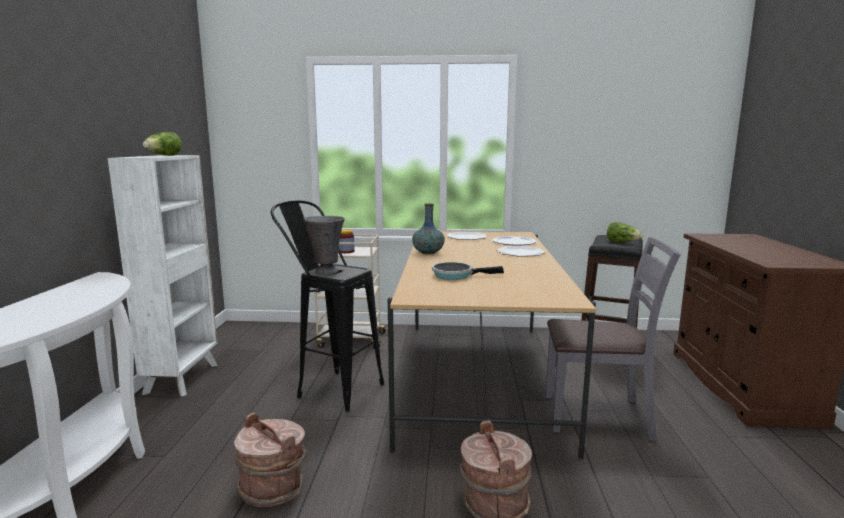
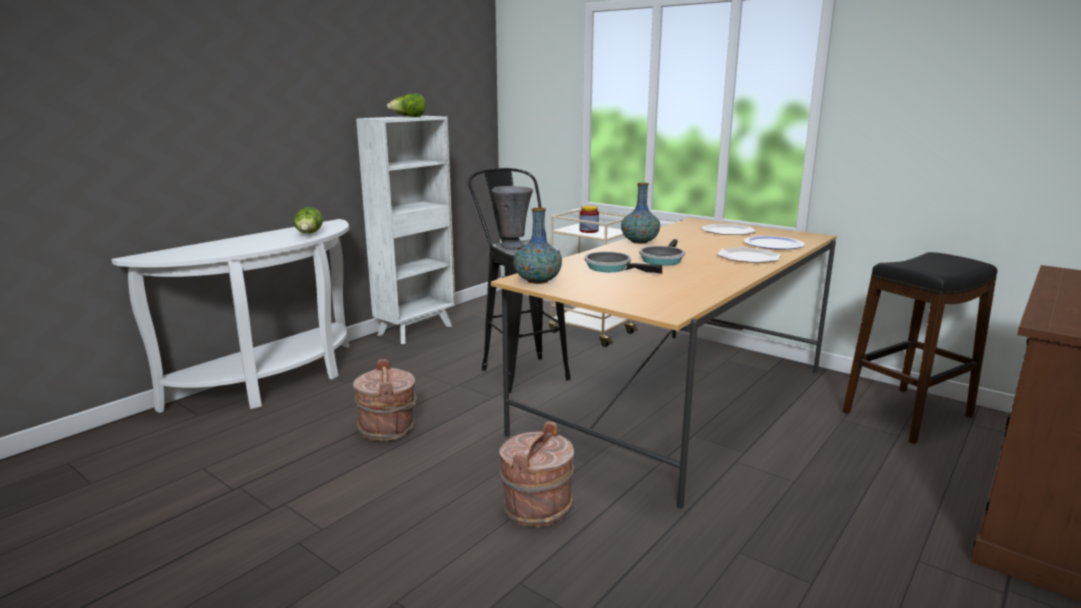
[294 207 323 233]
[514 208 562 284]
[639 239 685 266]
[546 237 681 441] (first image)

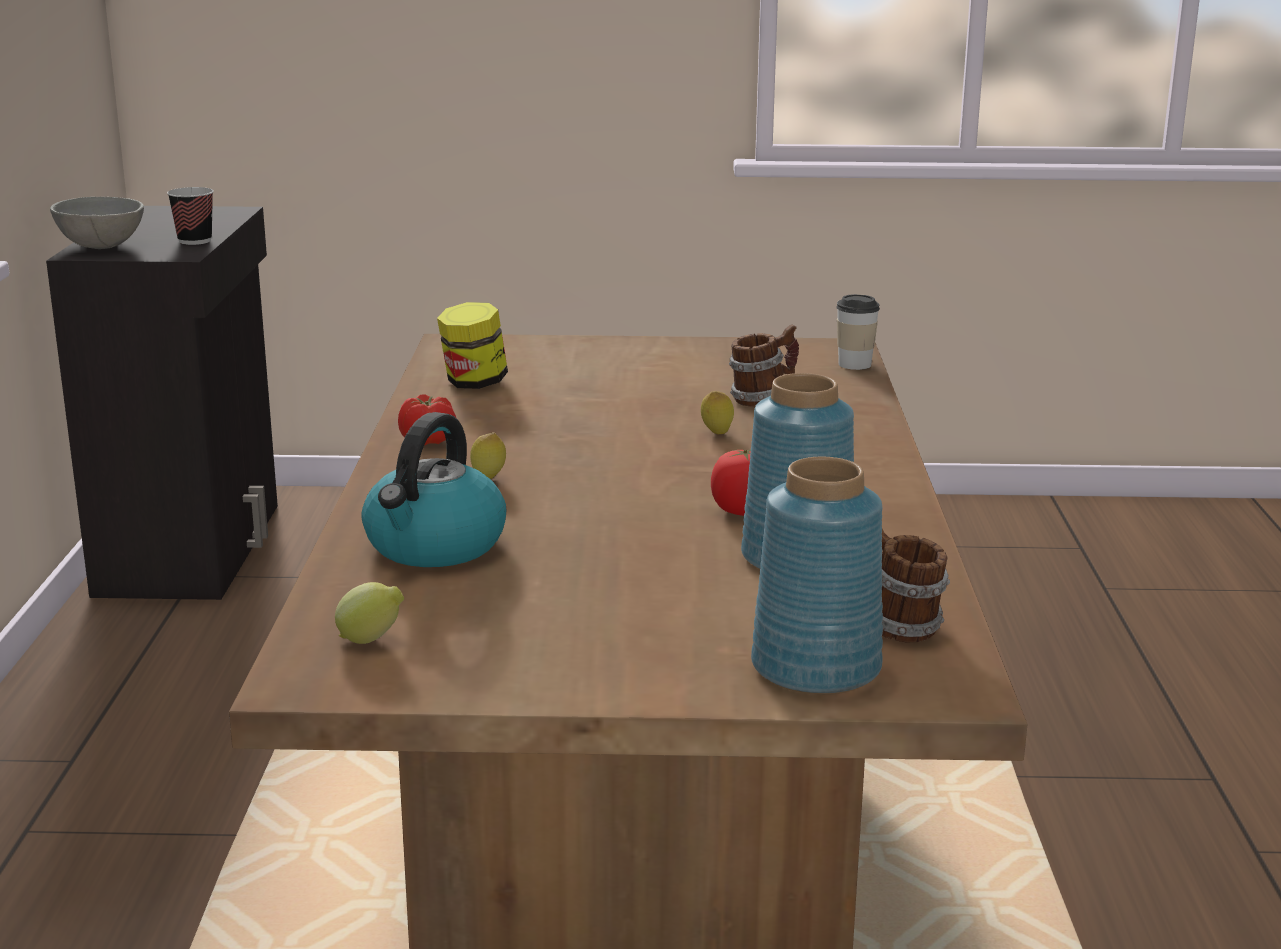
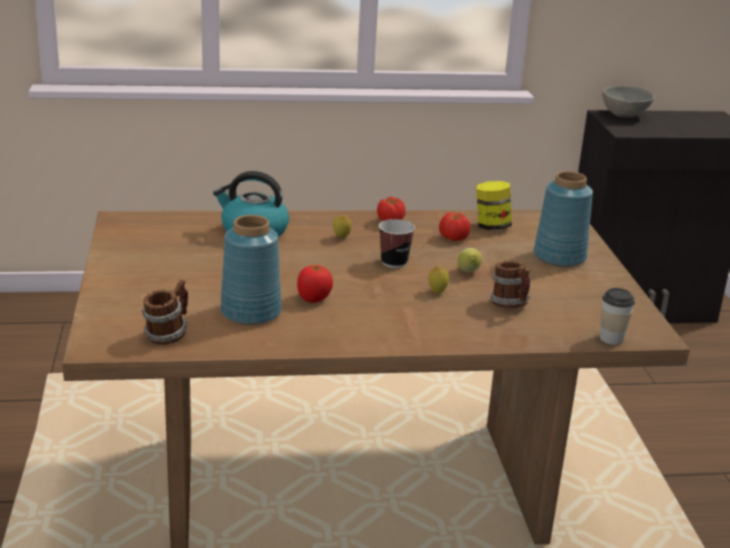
[379 219 415 268]
[439 212 471 241]
[457 248 482 272]
[534 171 593 267]

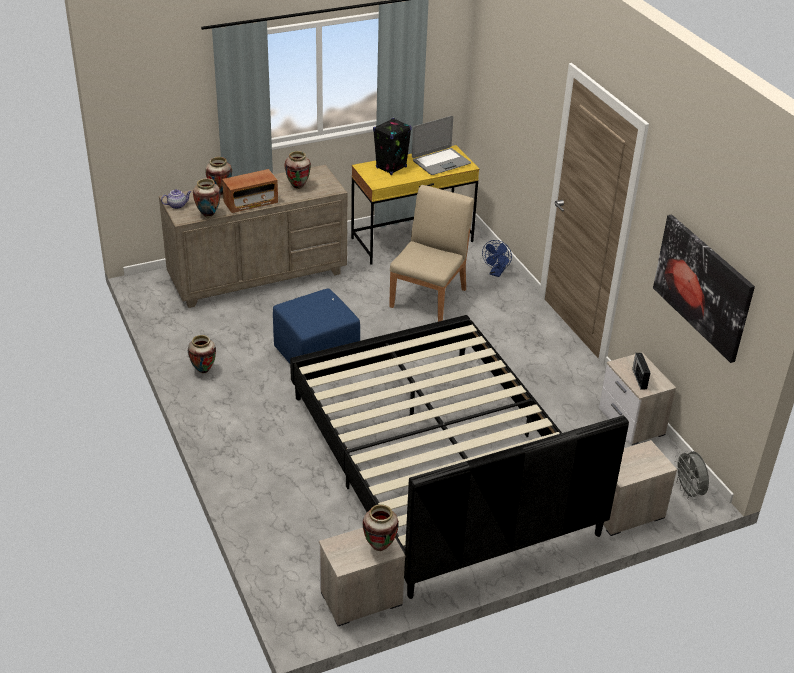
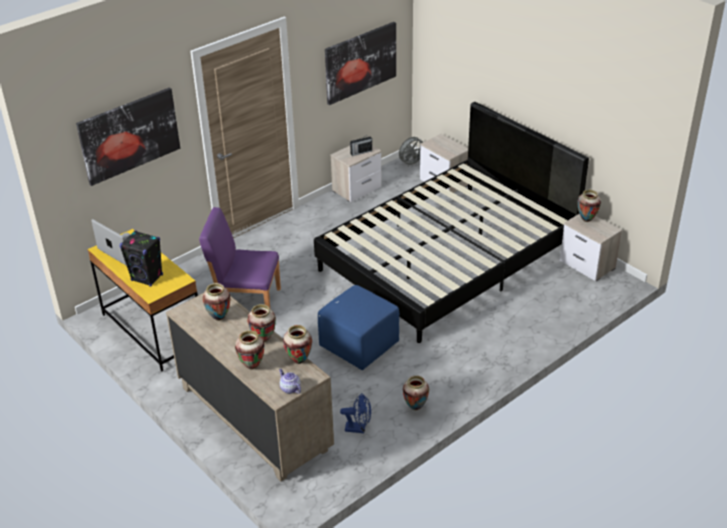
[76 88 180 186]
[199 207 281 309]
[247 304 276 342]
[340 393 371 433]

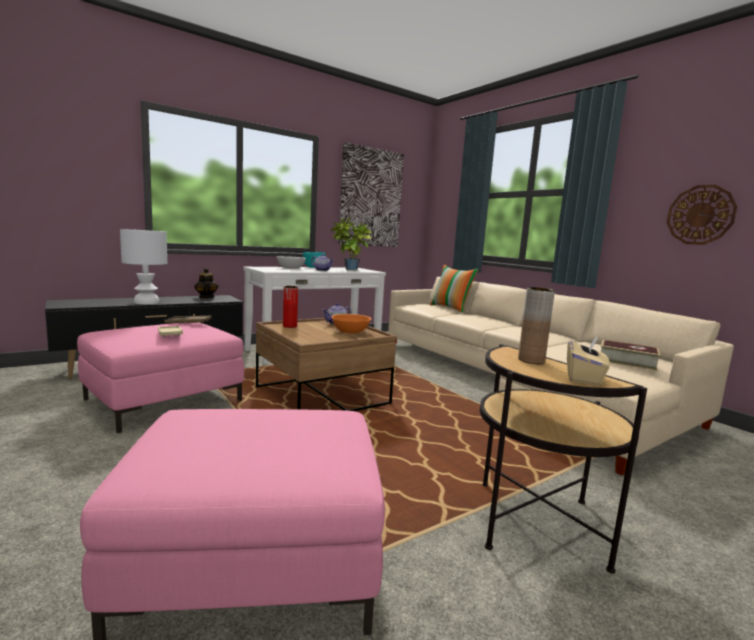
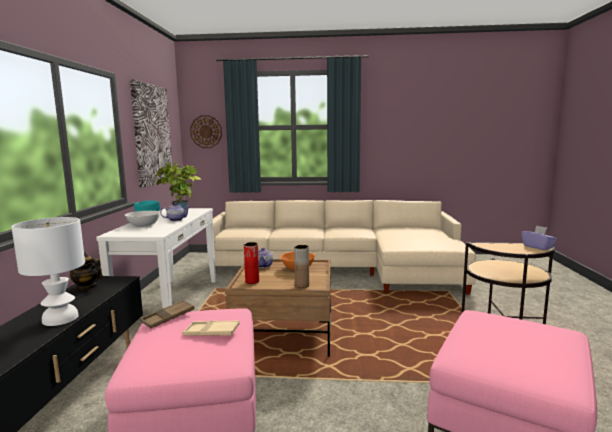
[190 115 222 148]
[294 245 309 288]
[522 225 557 250]
[430 265 478 313] (first image)
[601 340 660 371] (first image)

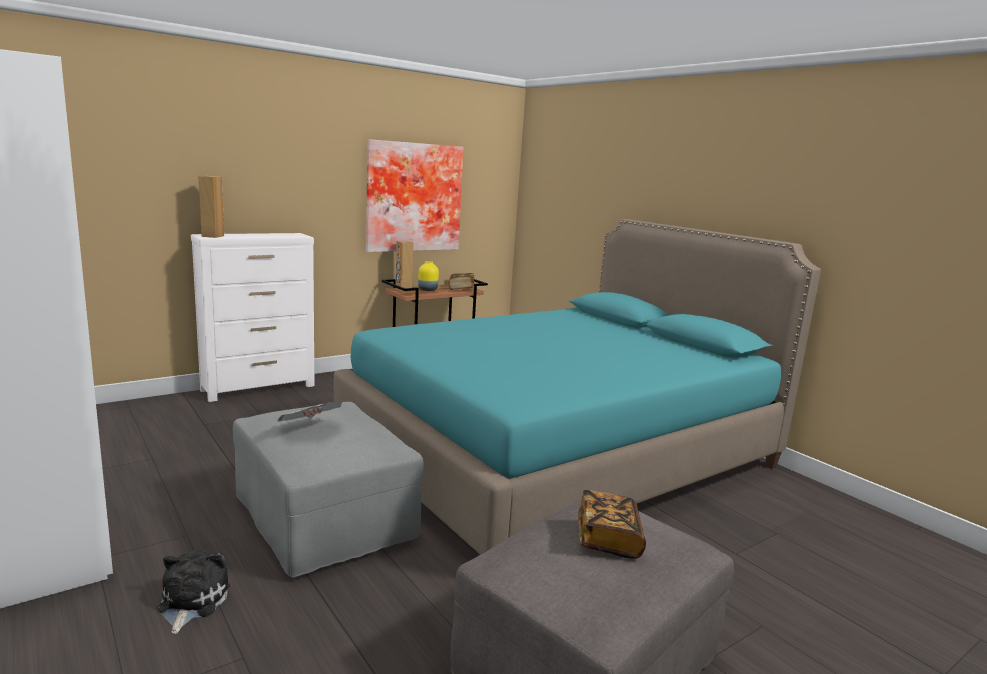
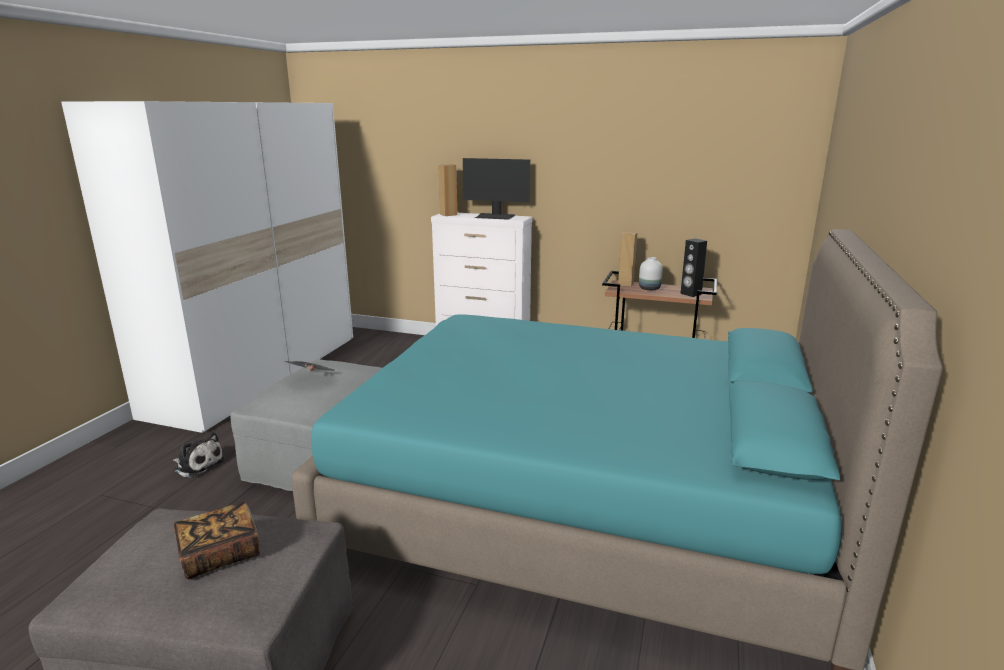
[173 432 225 478]
[463 158 530 220]
[639 257 663 290]
[680 238 707 297]
[366 139 464 252] (first image)

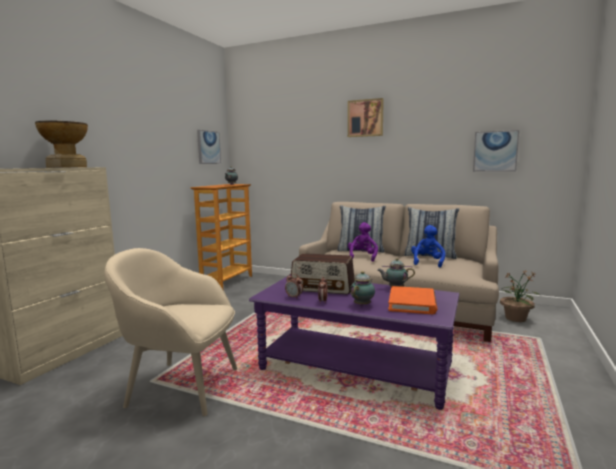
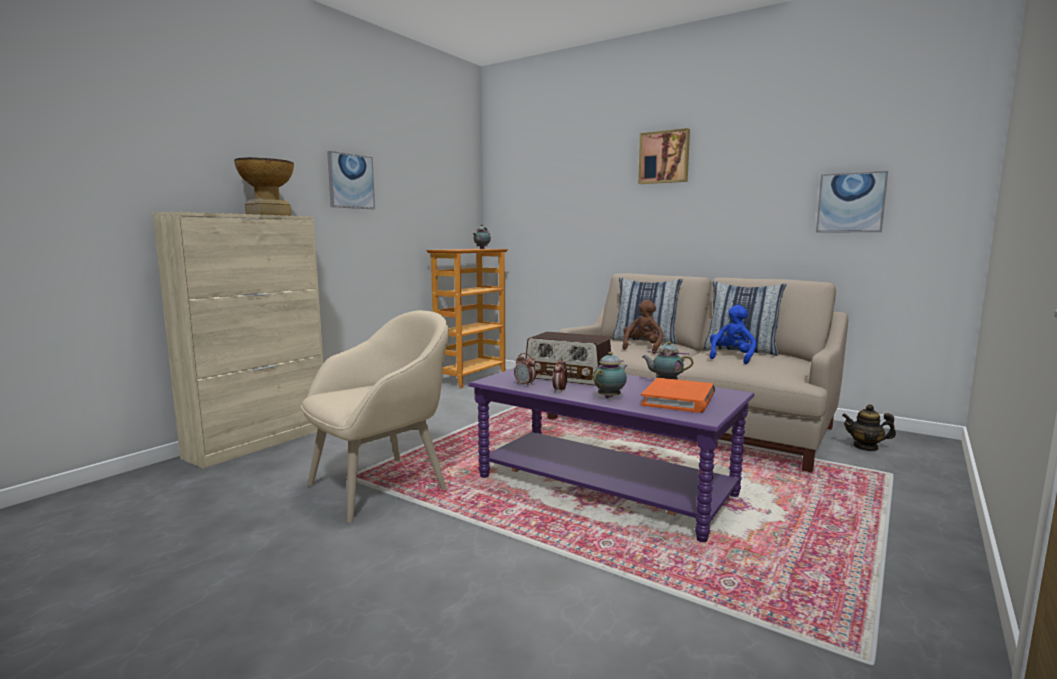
[301 310 449 523]
[327 151 375 209]
[622 300 664 354]
[842 404 896 451]

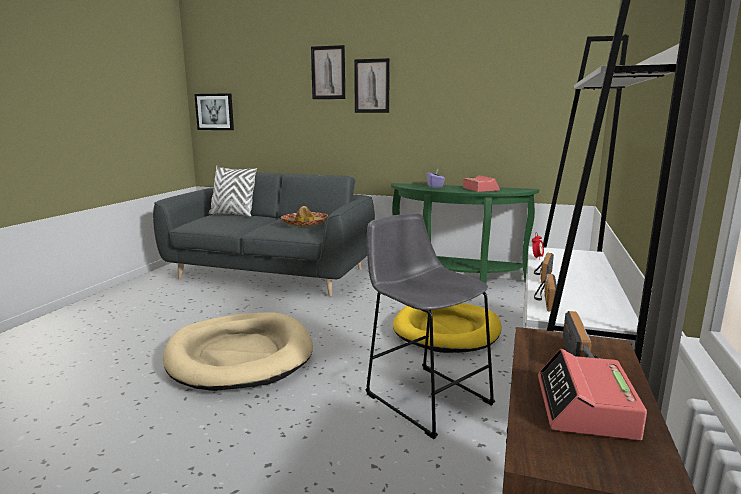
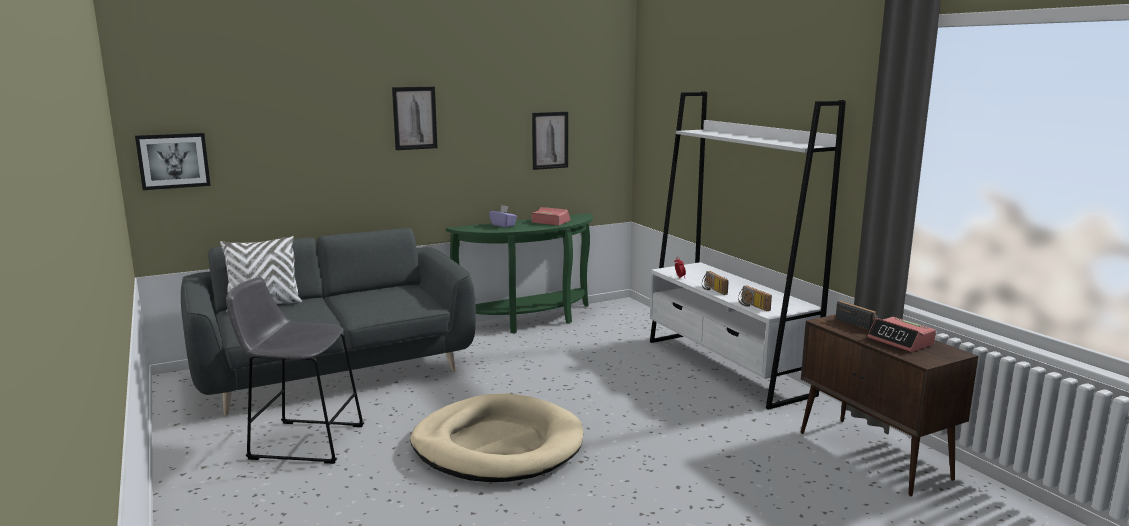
[226 277 364 464]
[532 112 568 170]
[280 206 328 227] (first image)
[393 303 501 353] (first image)

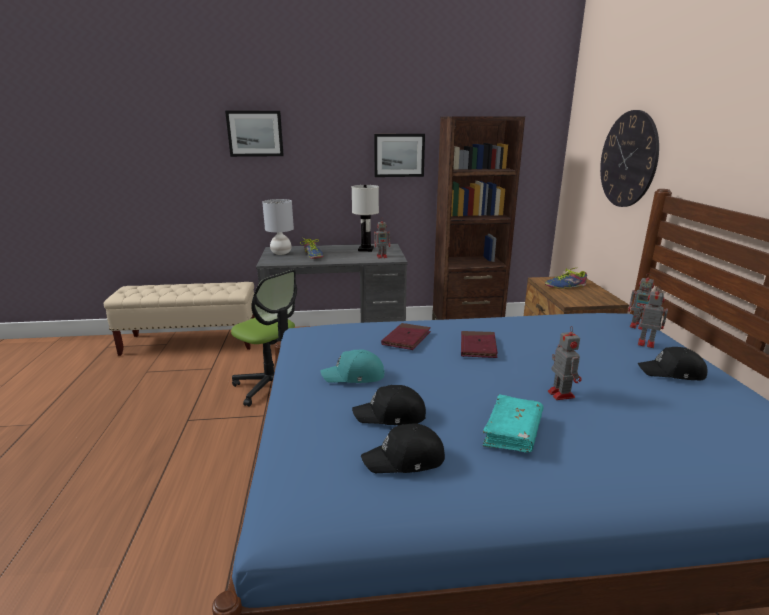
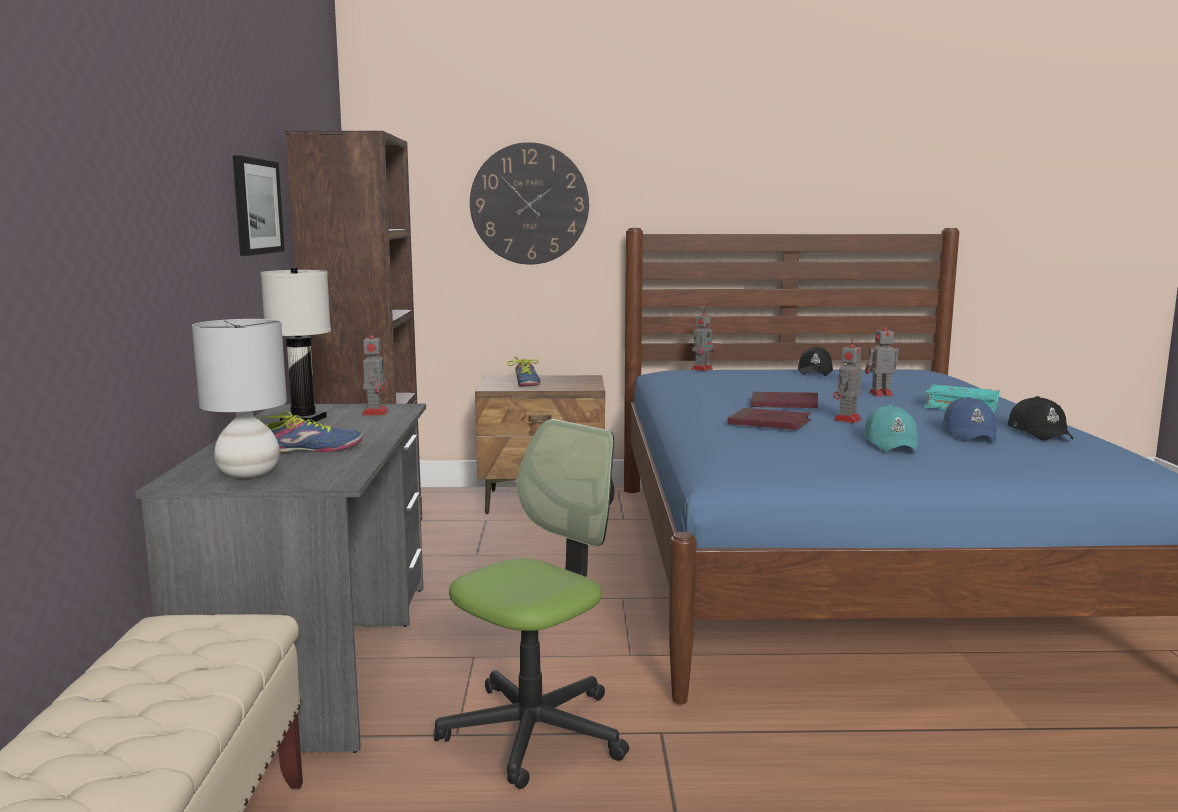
[833 337 862 423]
[942 397 997 441]
[225 111 284 157] (first image)

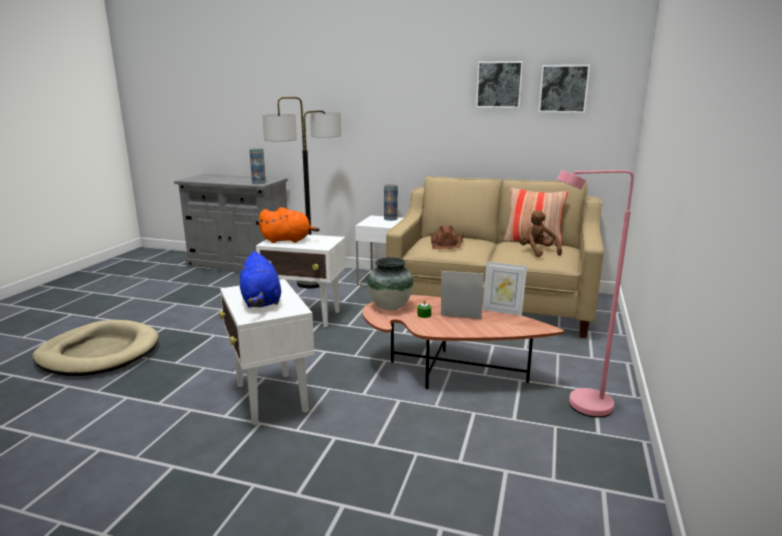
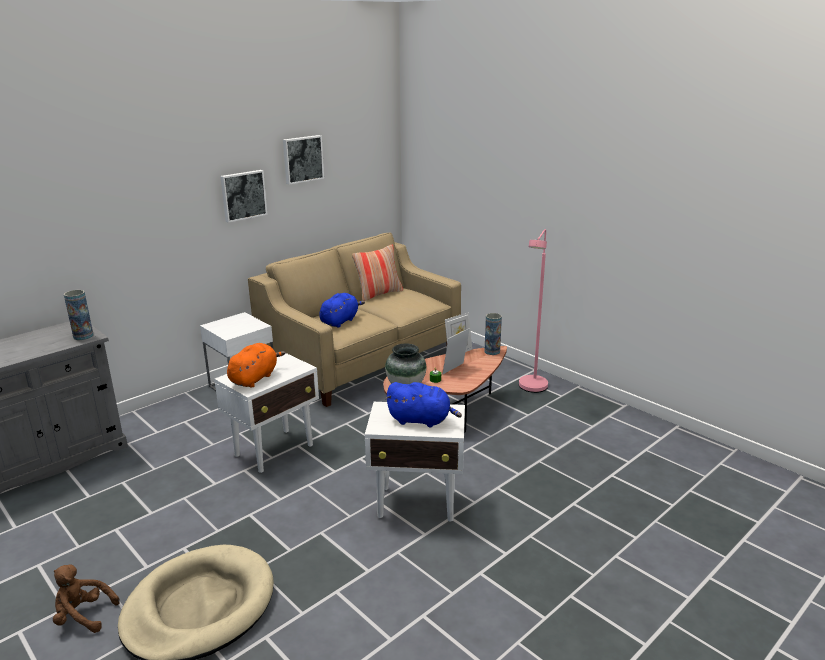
[53 565 120 633]
[220 170 268 223]
[319 293 365 328]
[484 313 502 355]
[262 97 341 289] (first image)

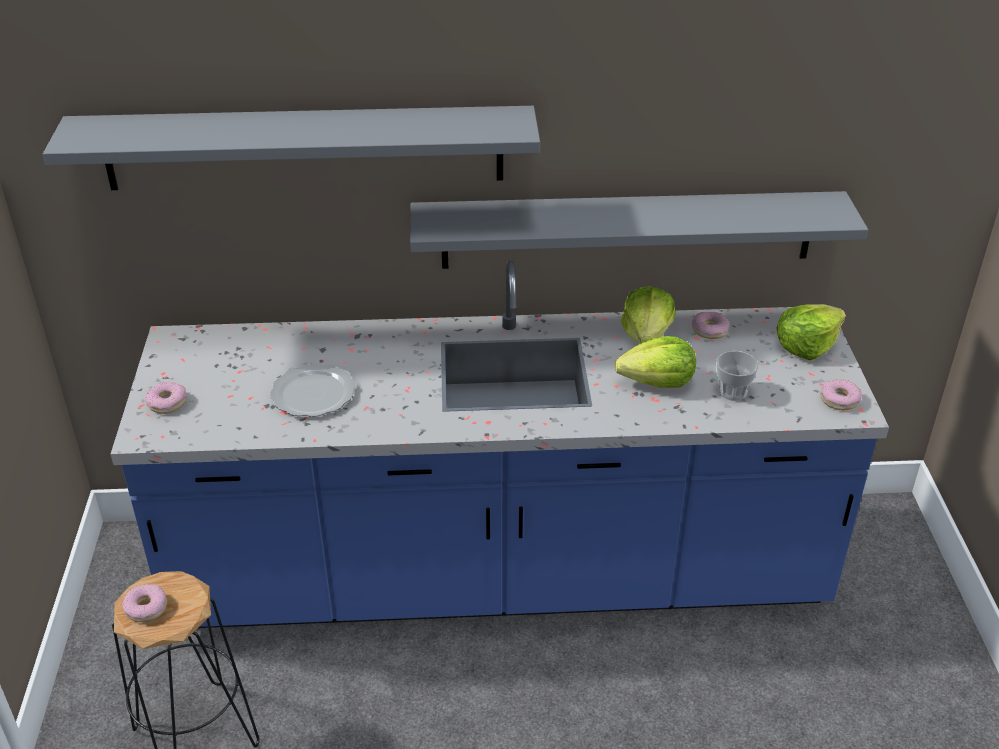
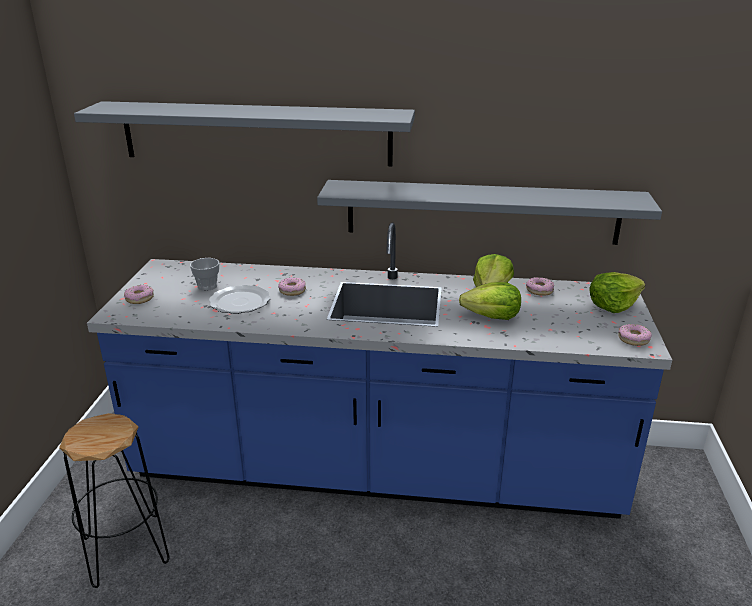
[190 258 219 291]
[278 278 306 296]

